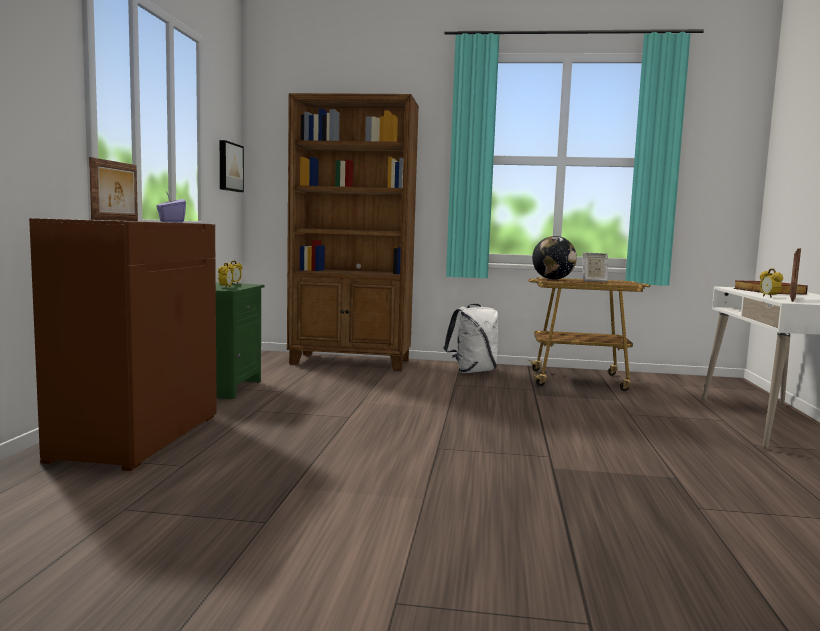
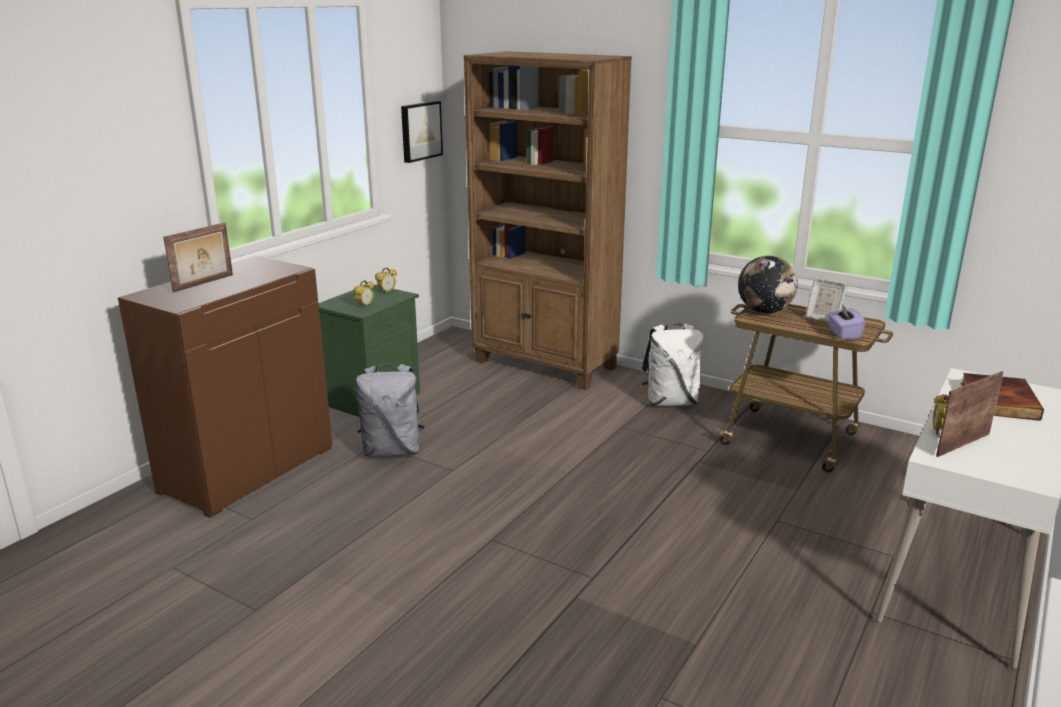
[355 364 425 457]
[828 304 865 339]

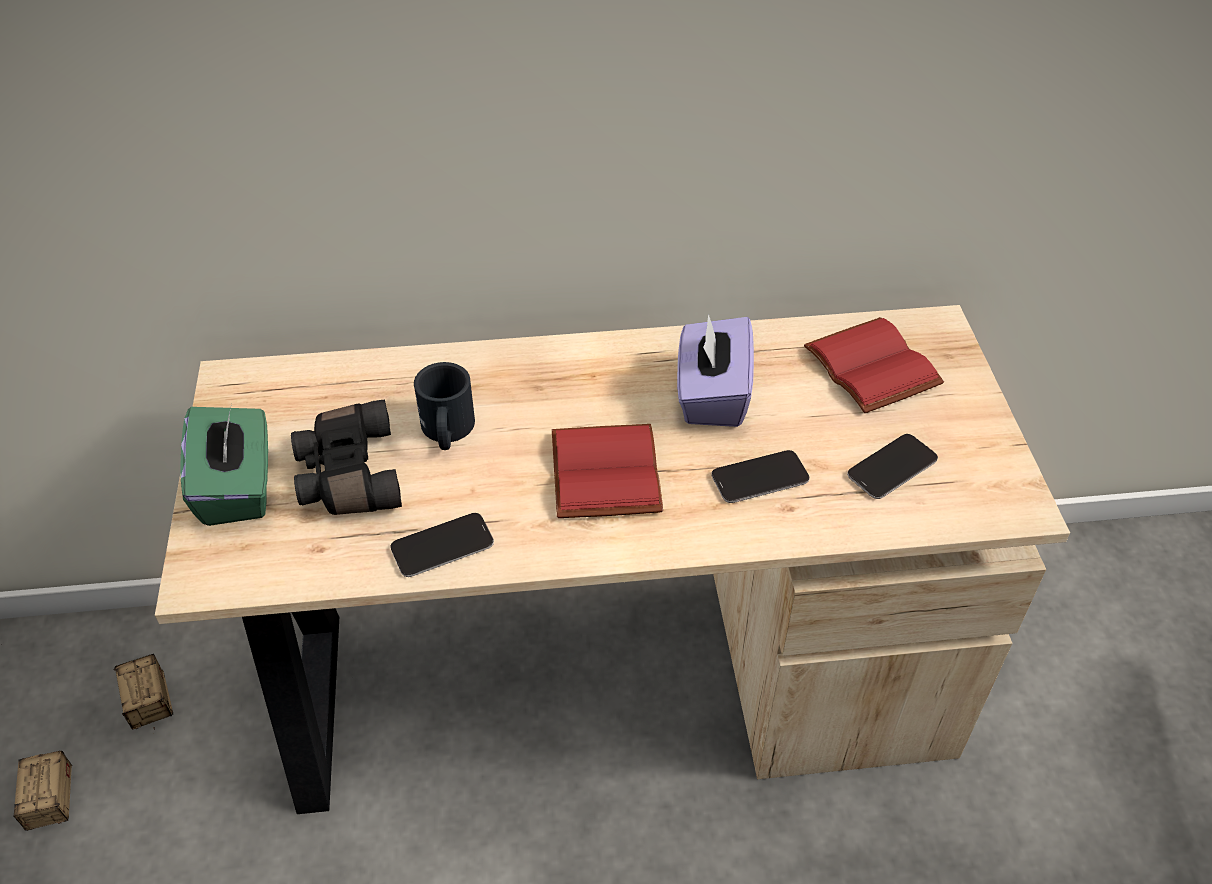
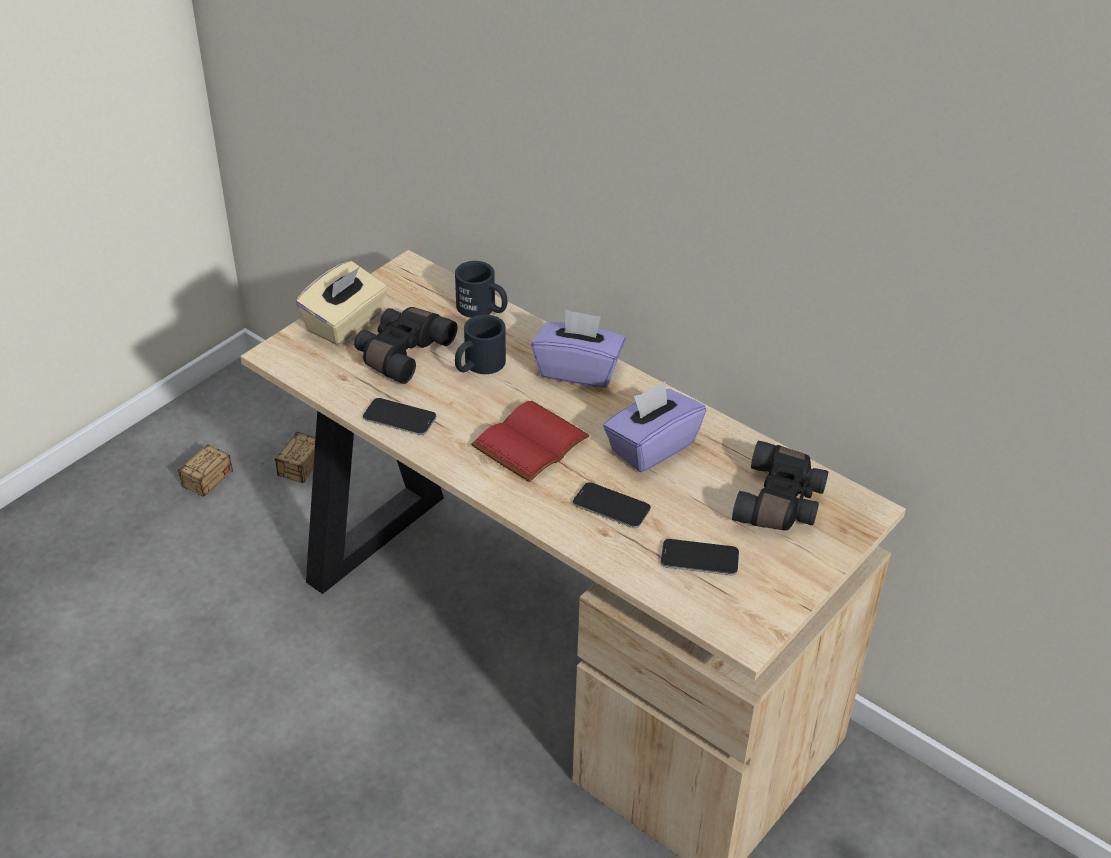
[296 261 387 345]
[455 261 507 318]
[531 309 626 388]
[732 441 828 531]

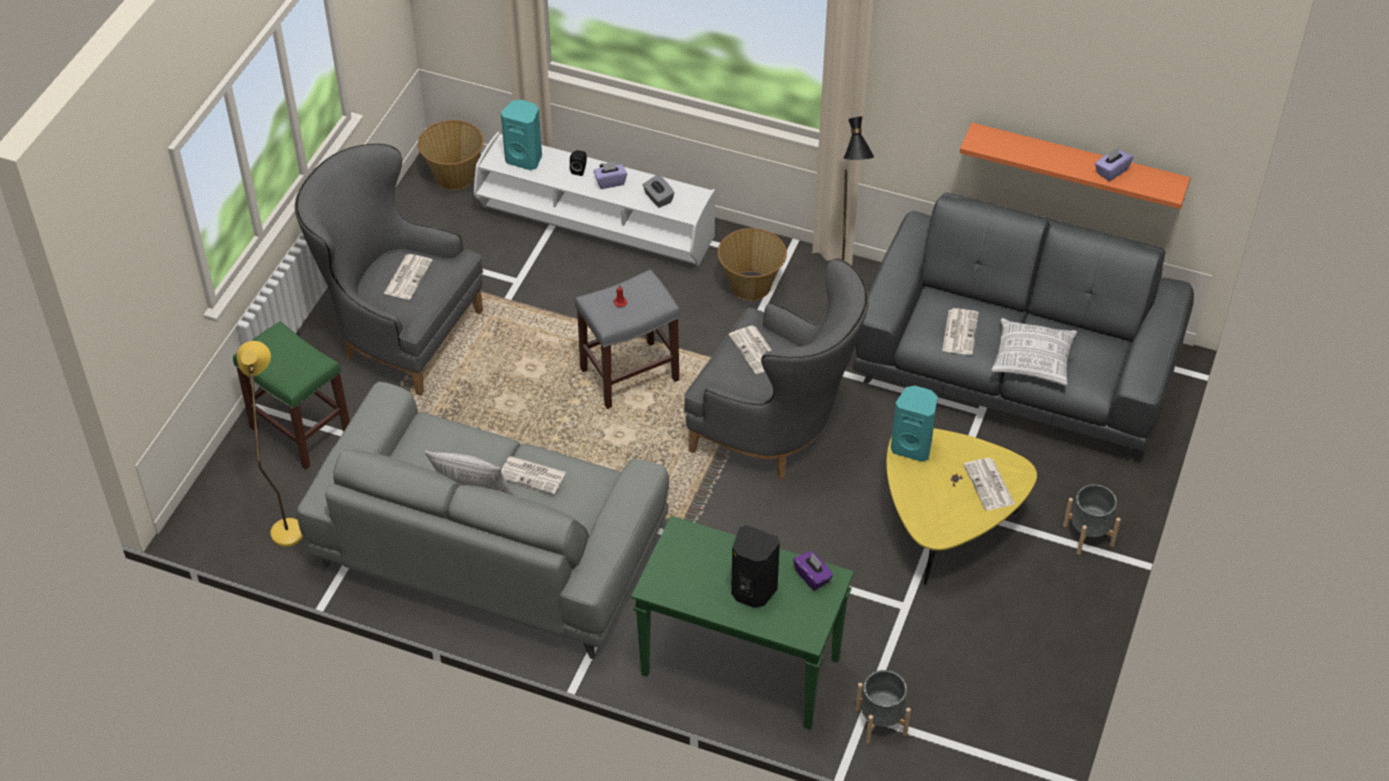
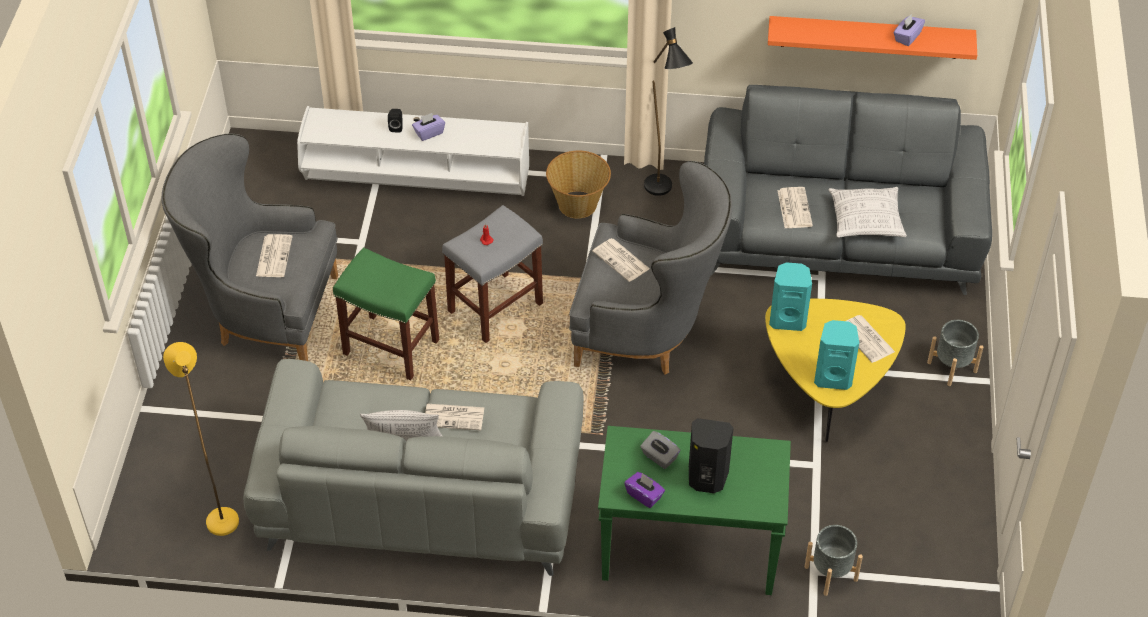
[333 247 439 381]
[624 472 665 508]
[640 431 680 469]
[814 320 859 390]
[418 120 484 190] (first image)

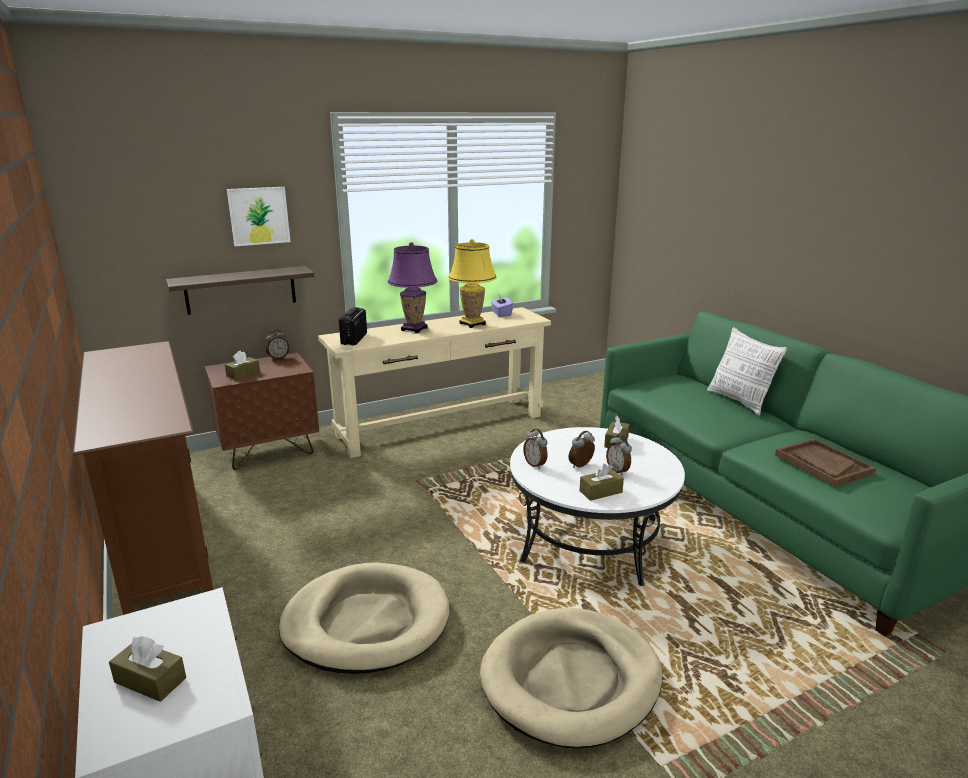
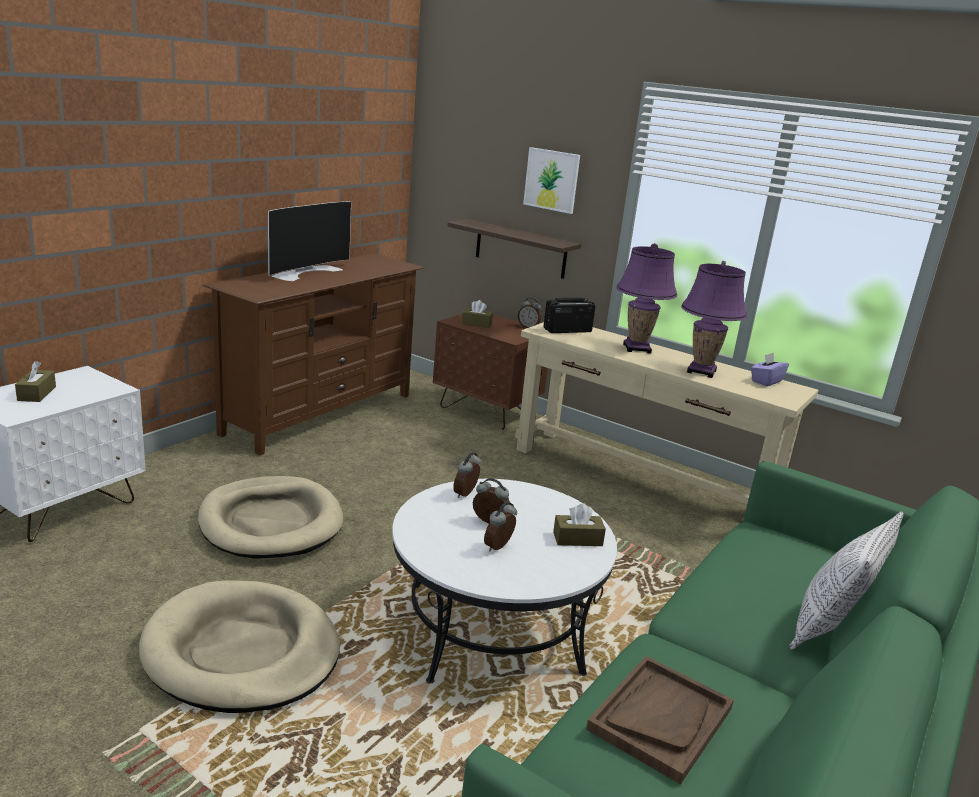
[268 201 351 281]
[681 261 747 378]
[579 464 624 501] (first image)

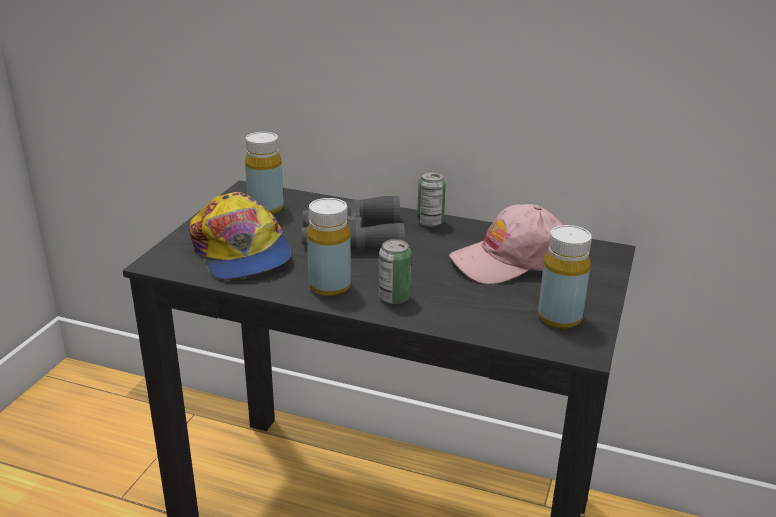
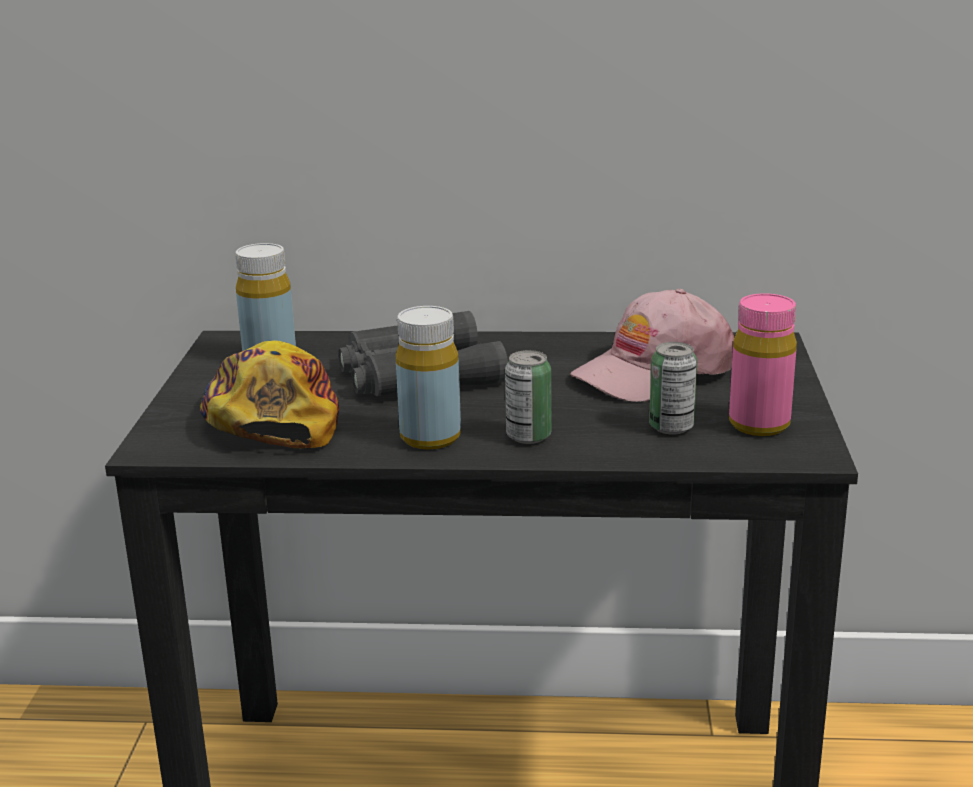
[200 340 339 449]
[649 342 697 435]
[729 293 797 436]

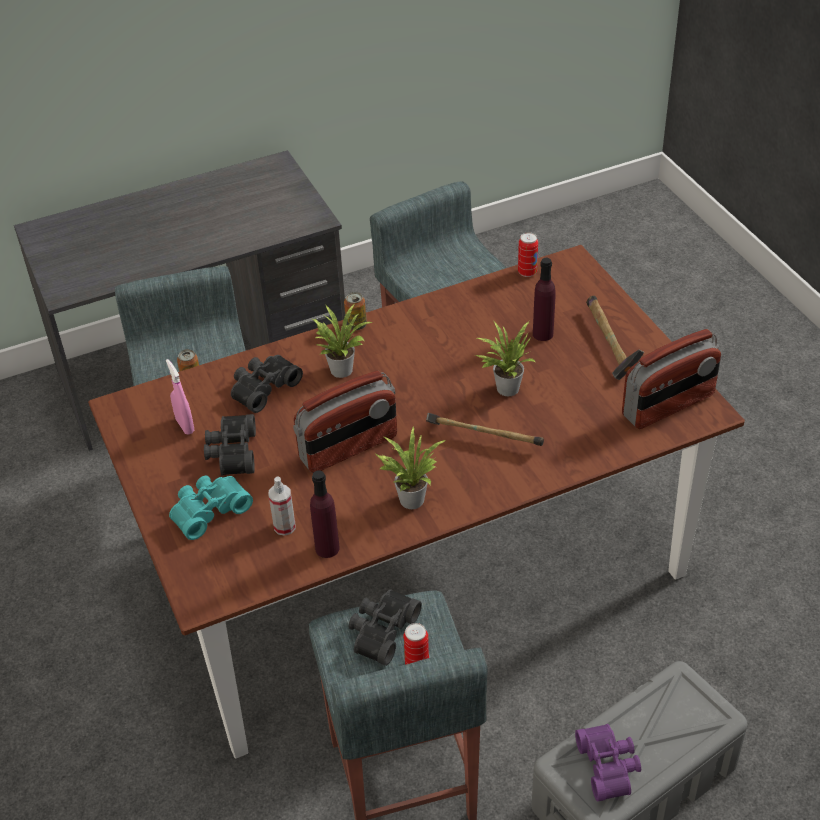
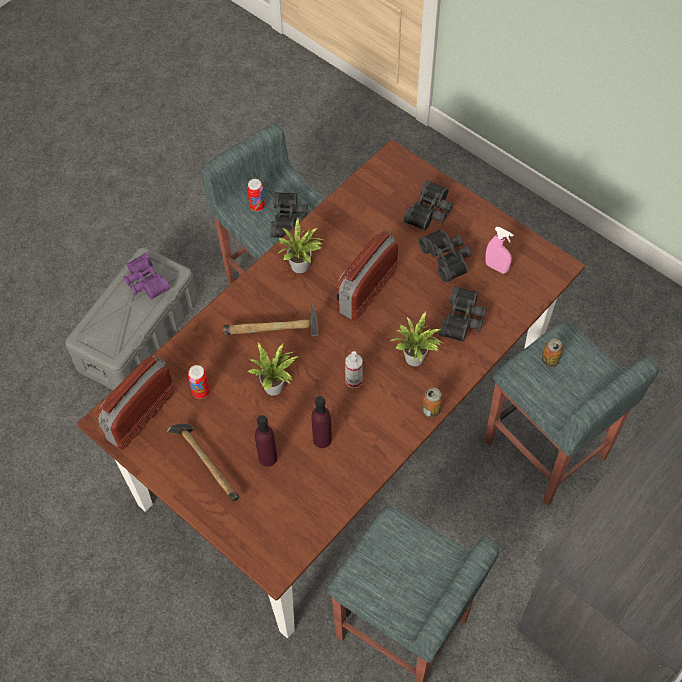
[188 365 210 399]
[312 396 332 448]
[345 351 363 388]
[403 180 453 231]

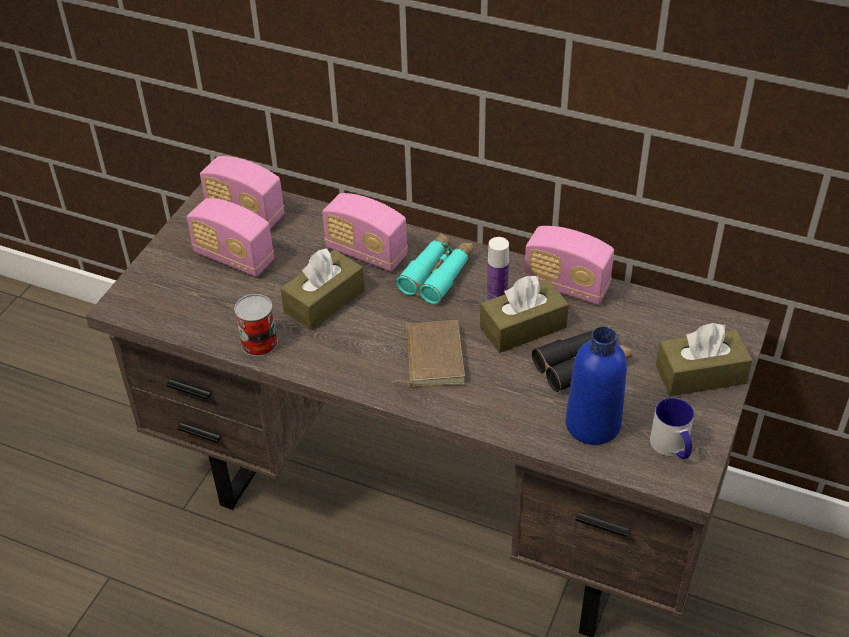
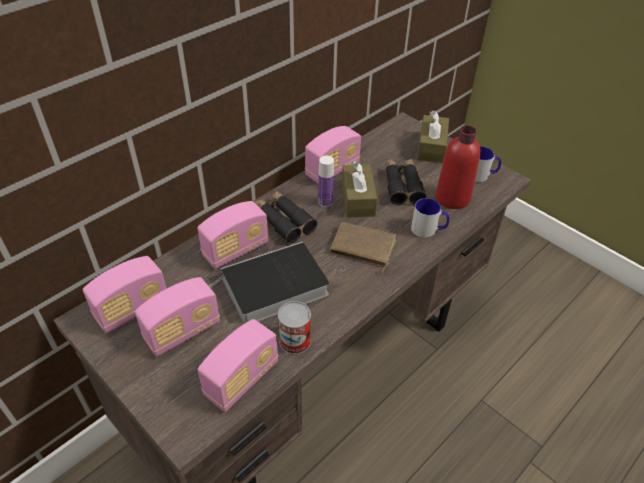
[197 319 278 412]
[209 241 329 324]
[254 191 317 243]
[411 198 449 238]
[436 125 480 209]

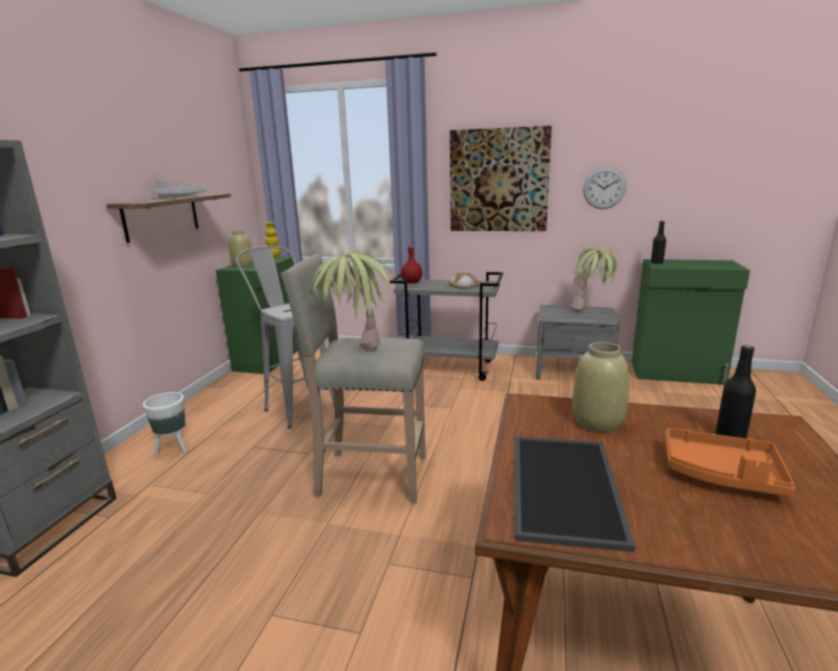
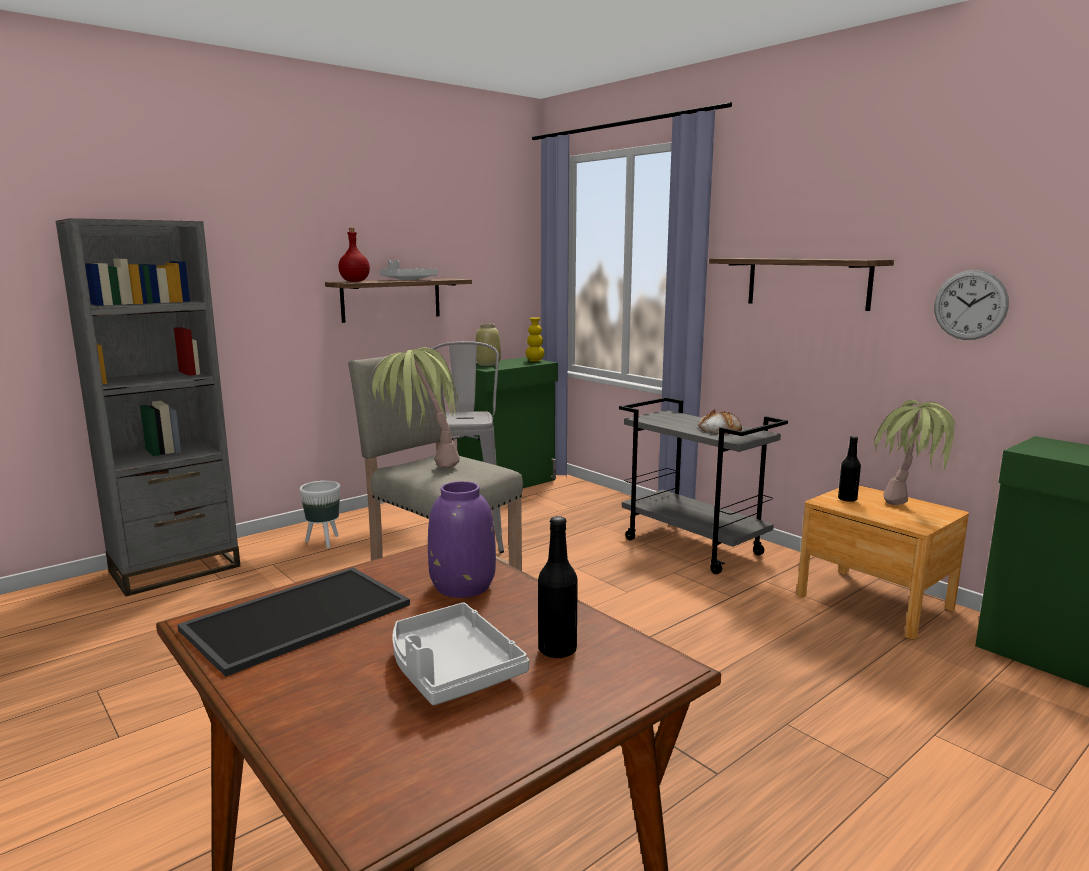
[338 228 370 282]
[393 603 529 705]
[428 481 496 598]
[709 258 894 311]
[797 485 969 639]
[838 436 861 502]

